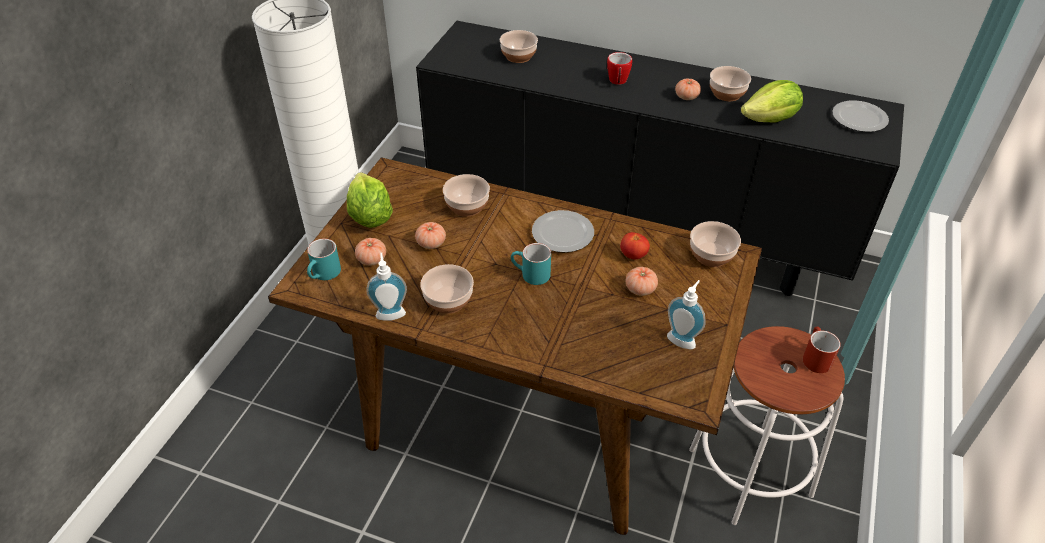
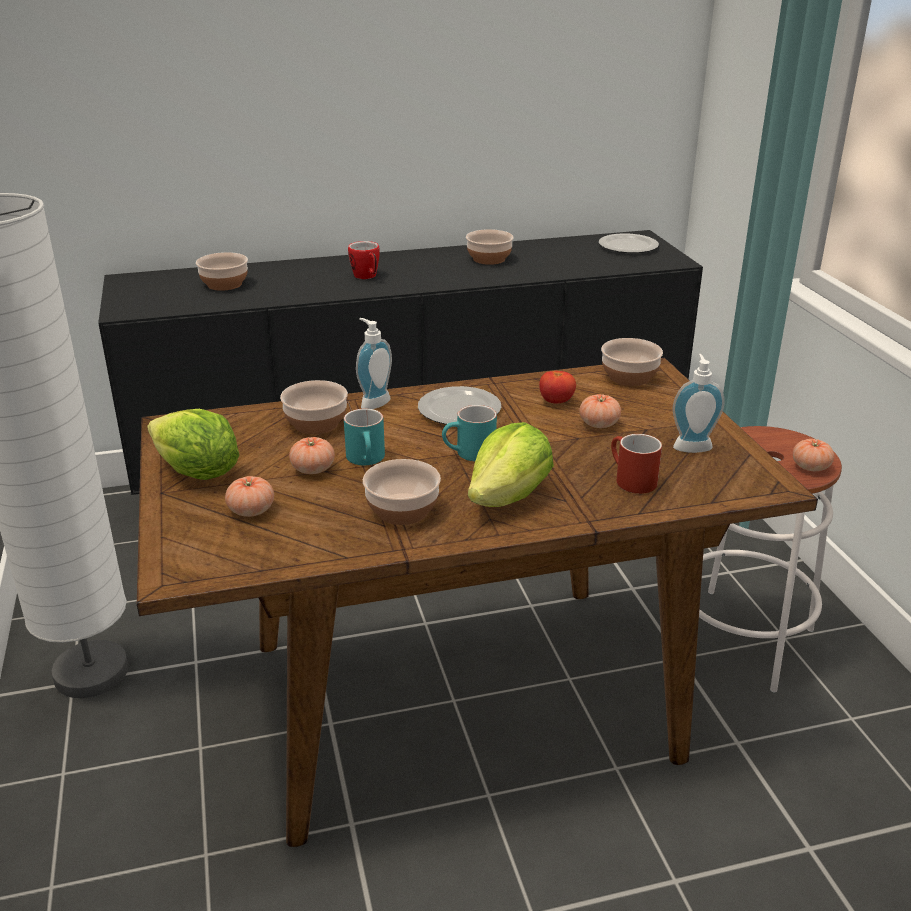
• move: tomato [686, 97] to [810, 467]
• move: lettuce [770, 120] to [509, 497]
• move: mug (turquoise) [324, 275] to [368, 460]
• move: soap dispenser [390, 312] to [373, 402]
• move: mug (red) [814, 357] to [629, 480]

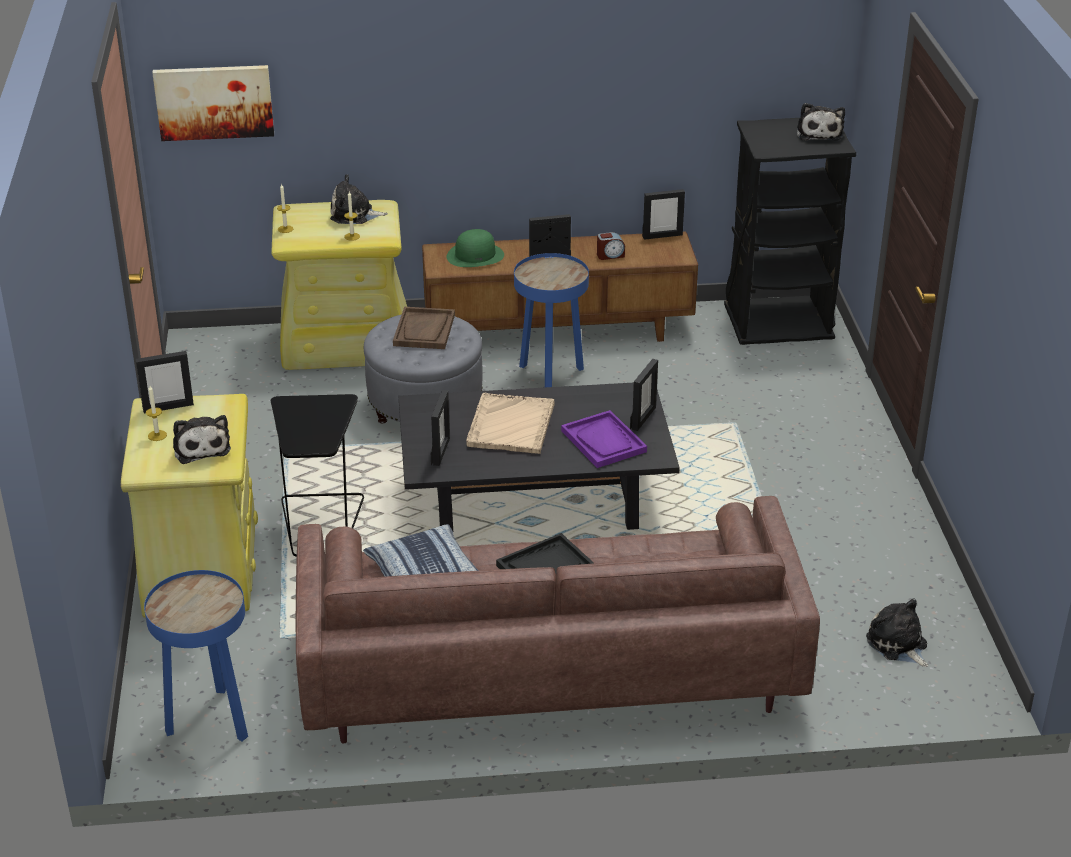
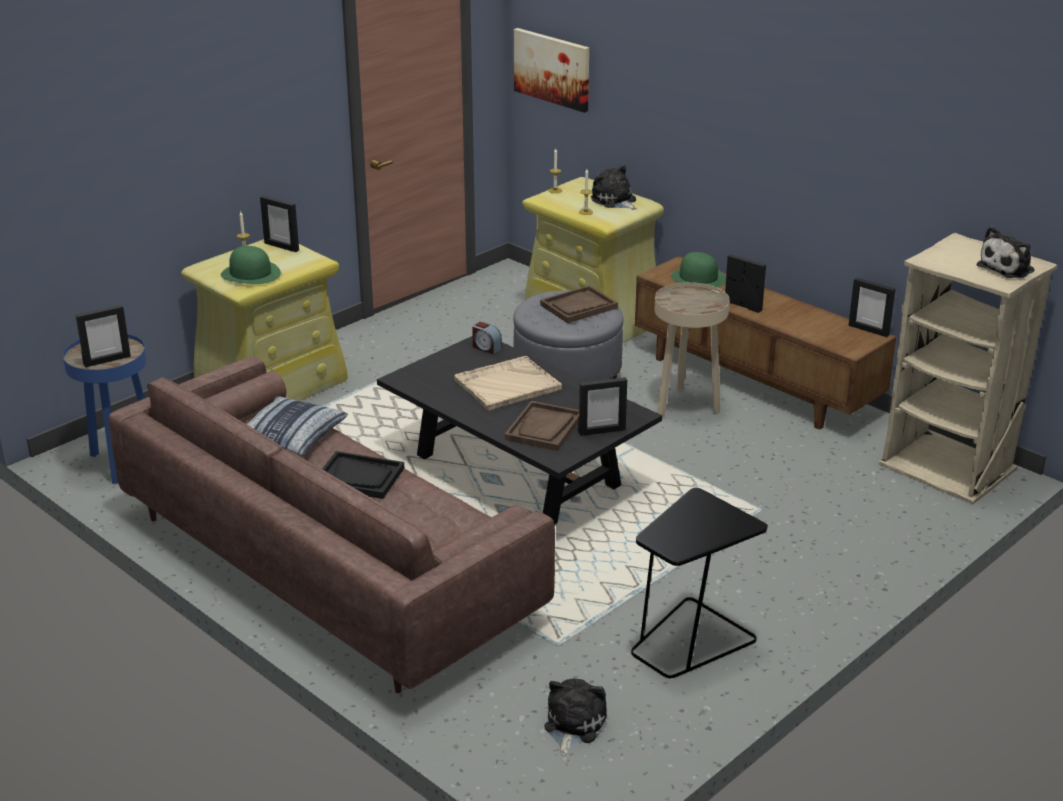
• recolor: bookcase (black) [779, 321] to bookcase (beige) [948, 467]
• move: alarm clock [610, 255] to [486, 347]
• recolor: side table (blue) [550, 377] to side table (beige) [685, 406]
• move: picture frame [440, 451] to [107, 360]
• move: side table (black) [321, 524] to [689, 641]
• recolor: tray (purple) [604, 441] to tray (brown) [544, 428]
• replace: plush toy [201, 447] to hat (green) [251, 274]

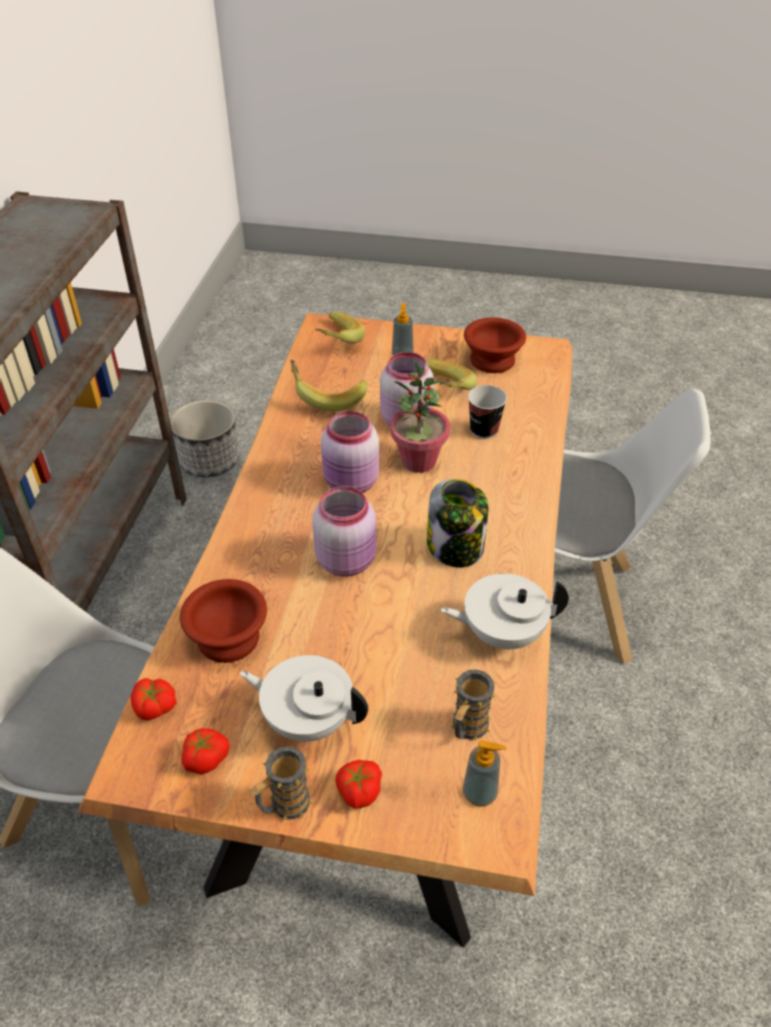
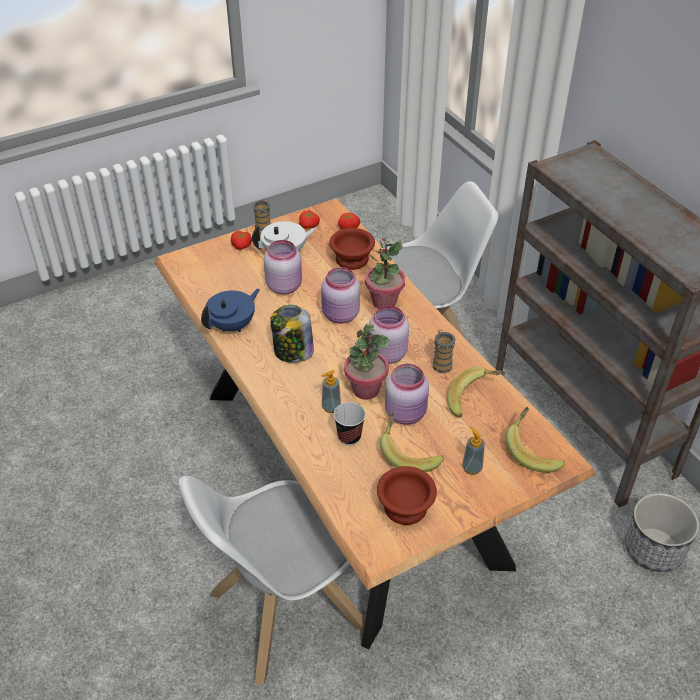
• recolor: teapot (white) [501, 633] to teapot (blue) [233, 325]
• move: mug [467, 729] to [441, 363]
• move: soap dispenser [479, 793] to [331, 407]
• insert: potted plant [384, 302]
• insert: jar (pink) [284, 286]

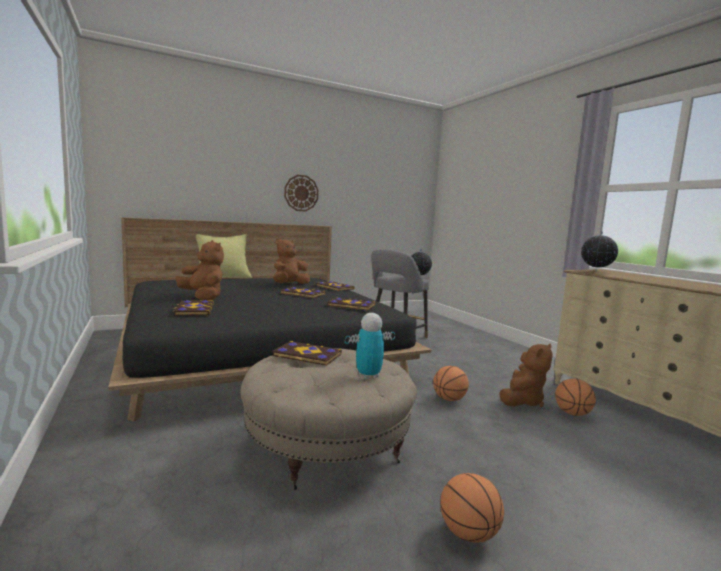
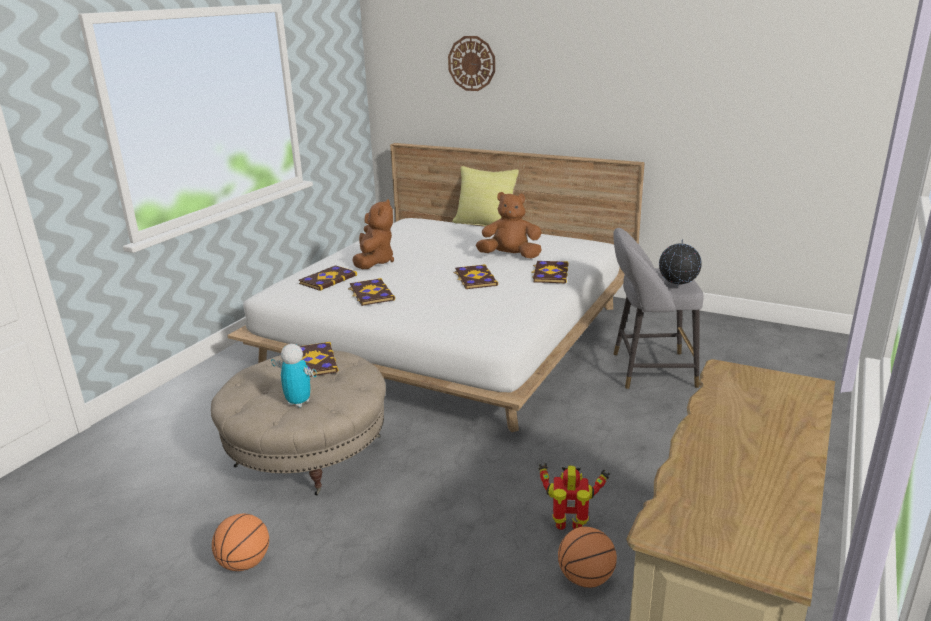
• move: wall clock [301, 193] to [471, 63]
• recolor: bed (black) [259, 353] to bed (white) [448, 334]
• delete: globe [596, 272]
• move: book [351, 306] to [371, 294]
• replace: plush toy (brown) [522, 401] to toy robot [570, 527]
• delete: basketball [449, 399]

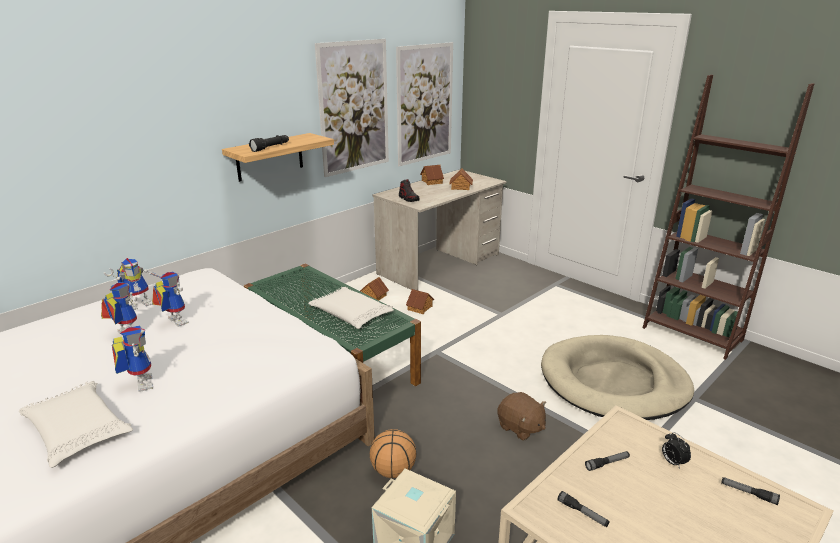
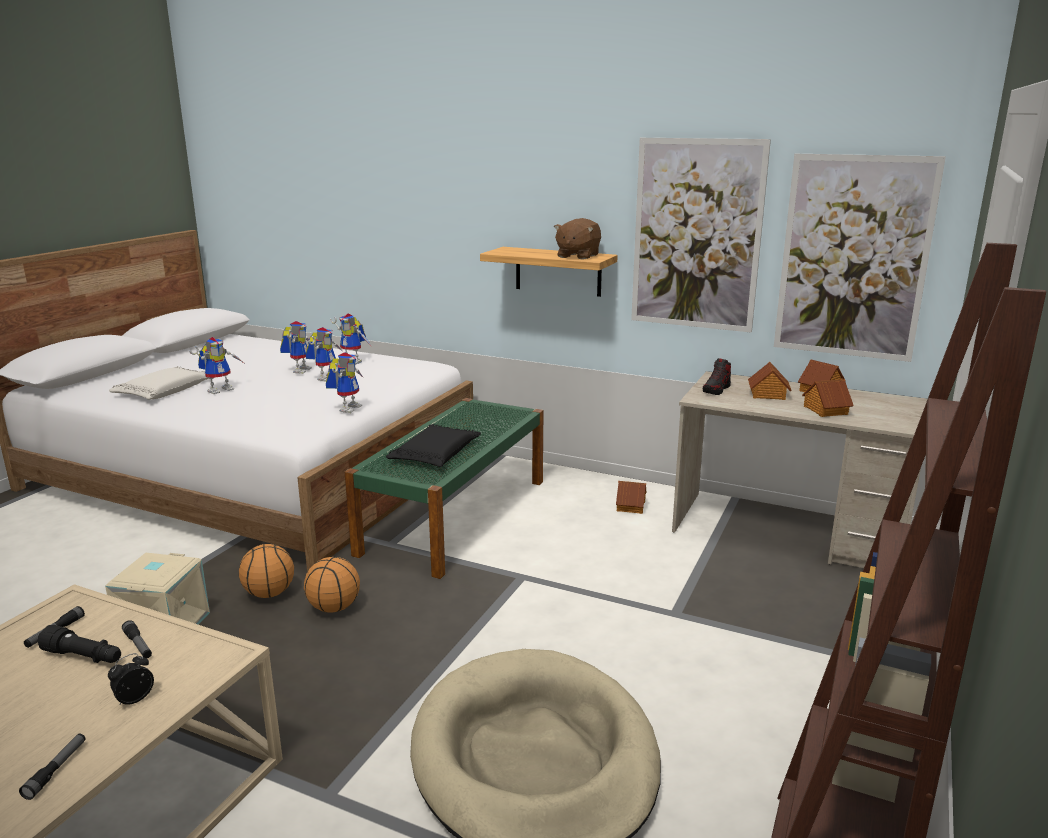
• move: flashlight (black) [271, 148] to [84, 657]
• recolor: pillow (white) [351, 312] to pillow (black) [435, 452]
• move: toy house [420, 308] to [767, 394]
• move: plush toy (brown) [520, 428] to [577, 256]
• insert: toy robot [348, 407]
• insert: basketball [335, 607]

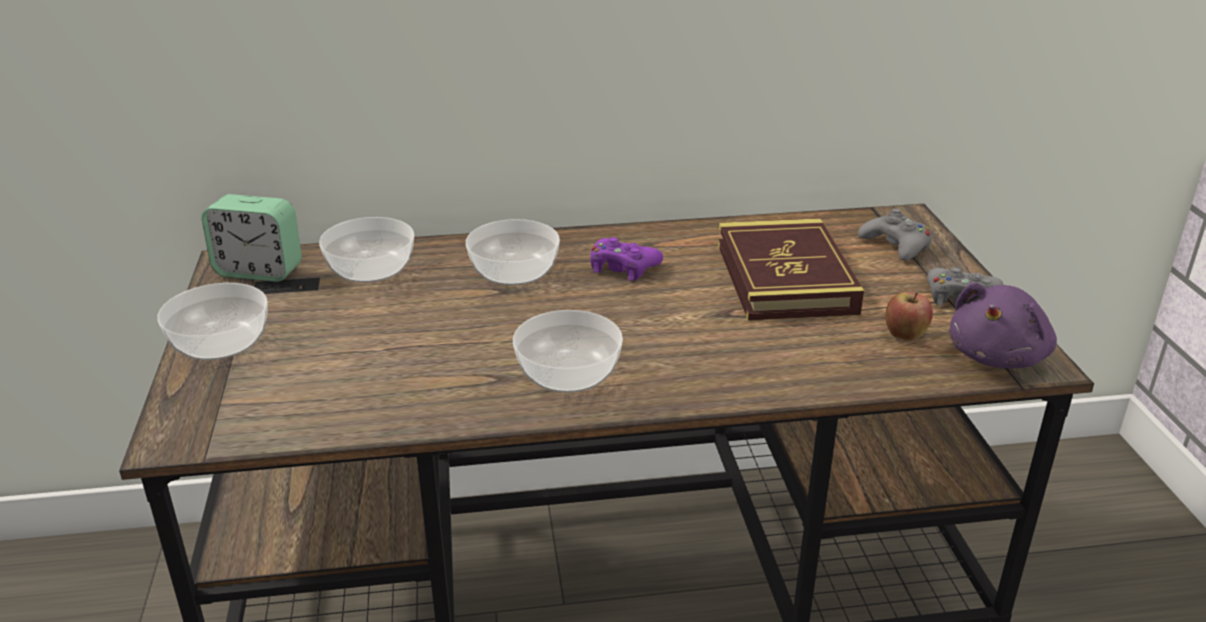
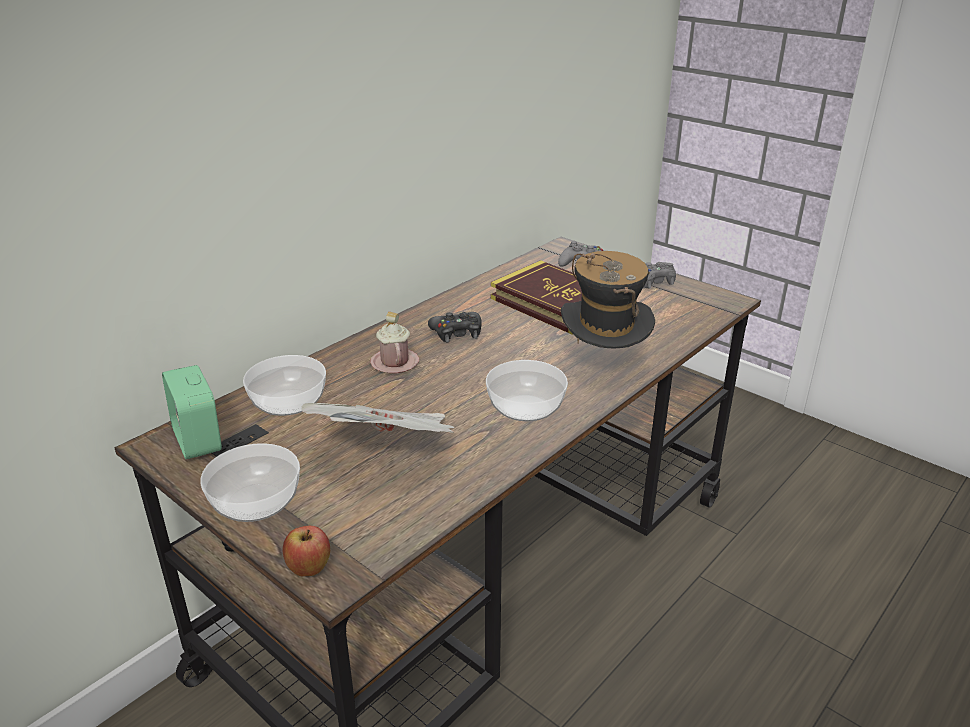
• rotate: alarm clock [259, 271] = [198, 440] 90 degrees clockwise
• replace: bowl [515, 273] to mug (pink) [395, 363]
• recolor: game controller (purple) [622, 267] to game controller (black) [457, 333]
• delete: plush toy (purple) [998, 356]
• move: apple [904, 337] to [309, 570]
• insert: hat [603, 365]
• insert: newspaper [389, 449]

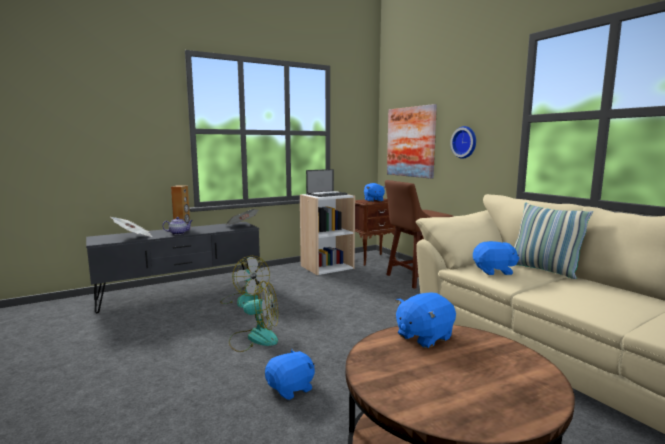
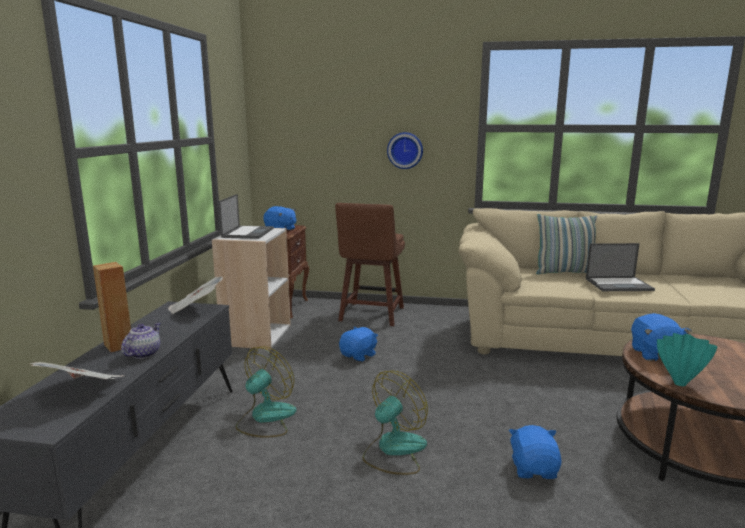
• delete: picture [411, 142]
• move: plush toy (blue) [494, 271] to [359, 355]
• rotate: fan [244, 299] = [265, 418] 60 degrees counterclockwise
• insert: laptop [619, 284]
• insert: vase (turquoise) [681, 383]

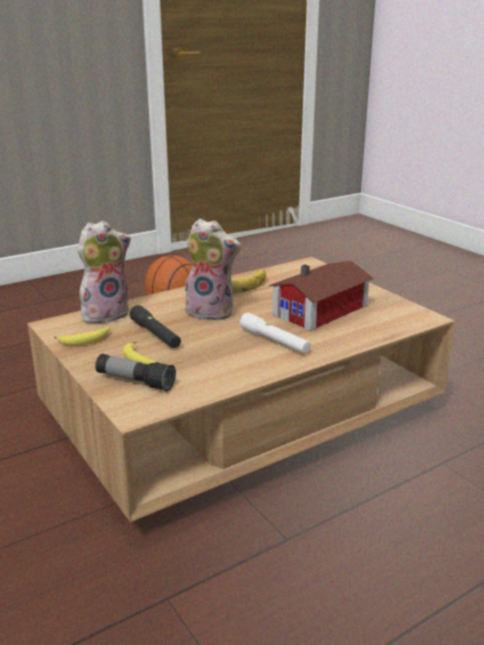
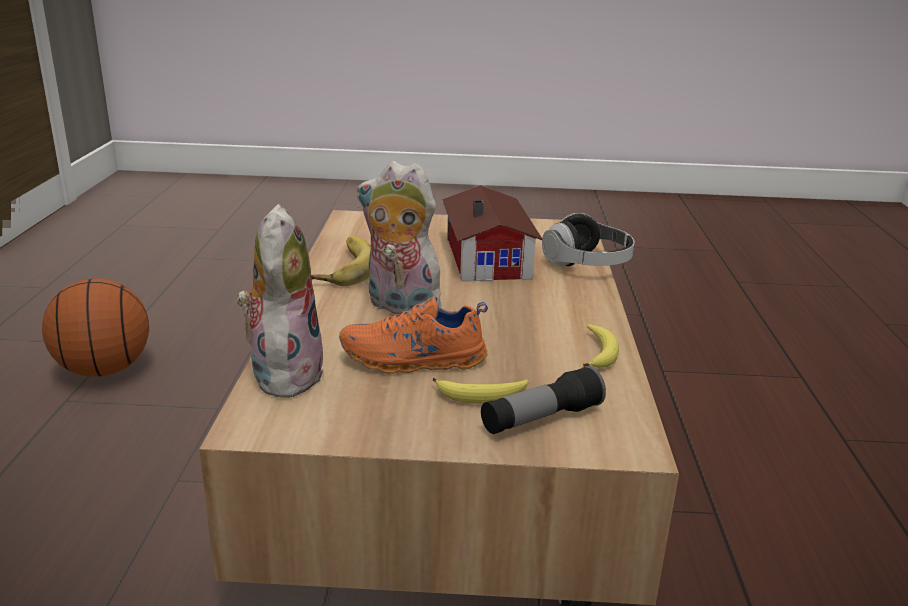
• rotate: plush toy [212, 312] = [399, 307] 120 degrees counterclockwise
• replace: flashlight (black) [155, 334] to shoe (orange) [413, 361]
• delete: flashlight (white) [274, 341]
• move: banana [85, 340] to [599, 353]
• insert: headphones [587, 264]

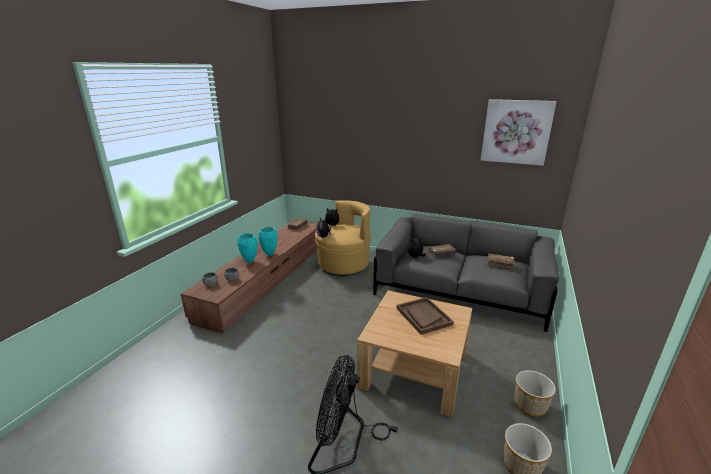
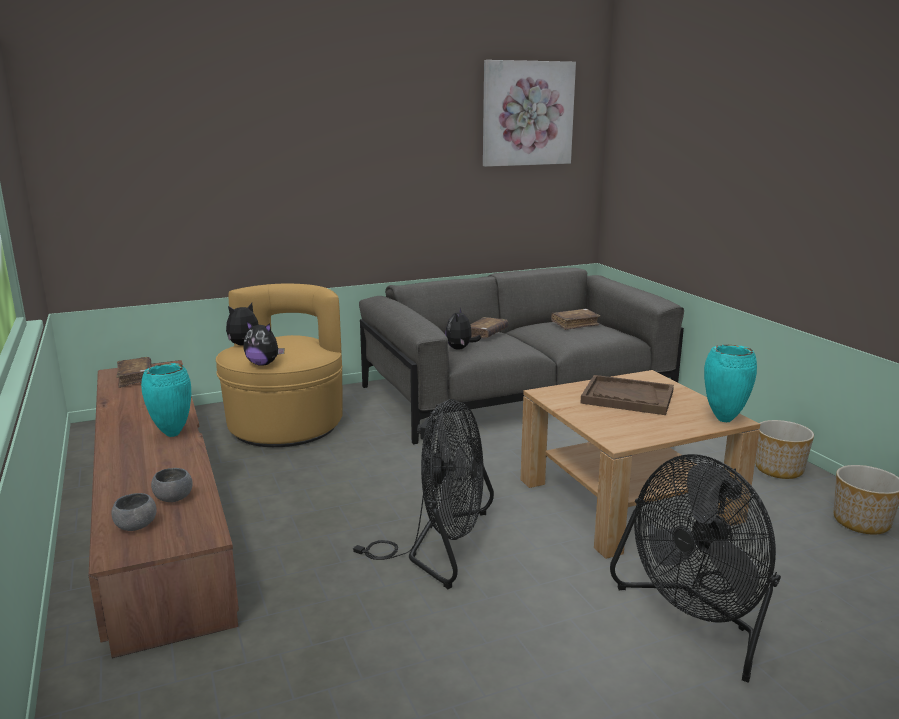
• move: vase (turquoise) [250, 261] to [723, 419]
• insert: fan (black) [438, 546]

